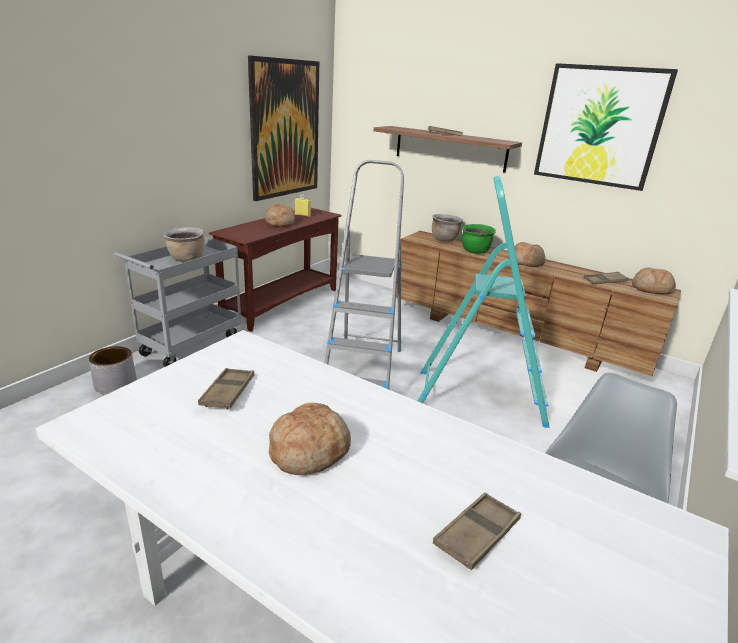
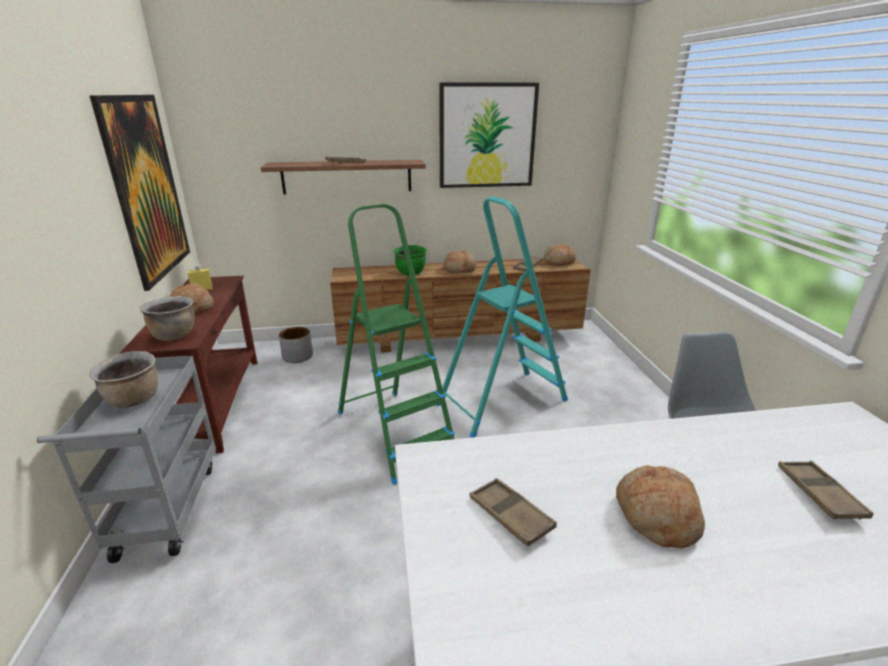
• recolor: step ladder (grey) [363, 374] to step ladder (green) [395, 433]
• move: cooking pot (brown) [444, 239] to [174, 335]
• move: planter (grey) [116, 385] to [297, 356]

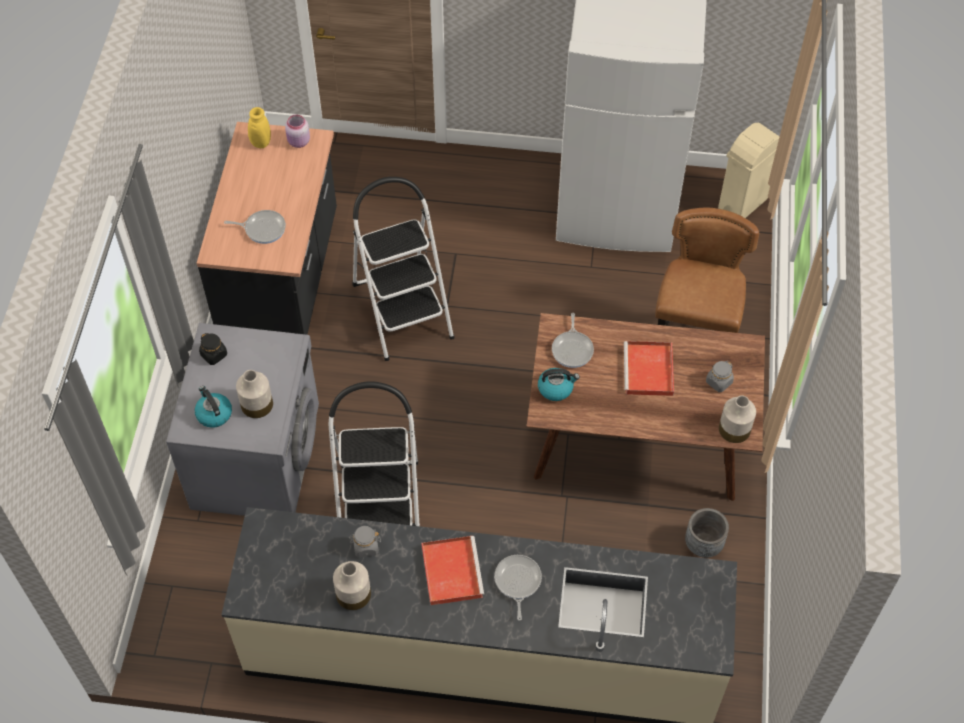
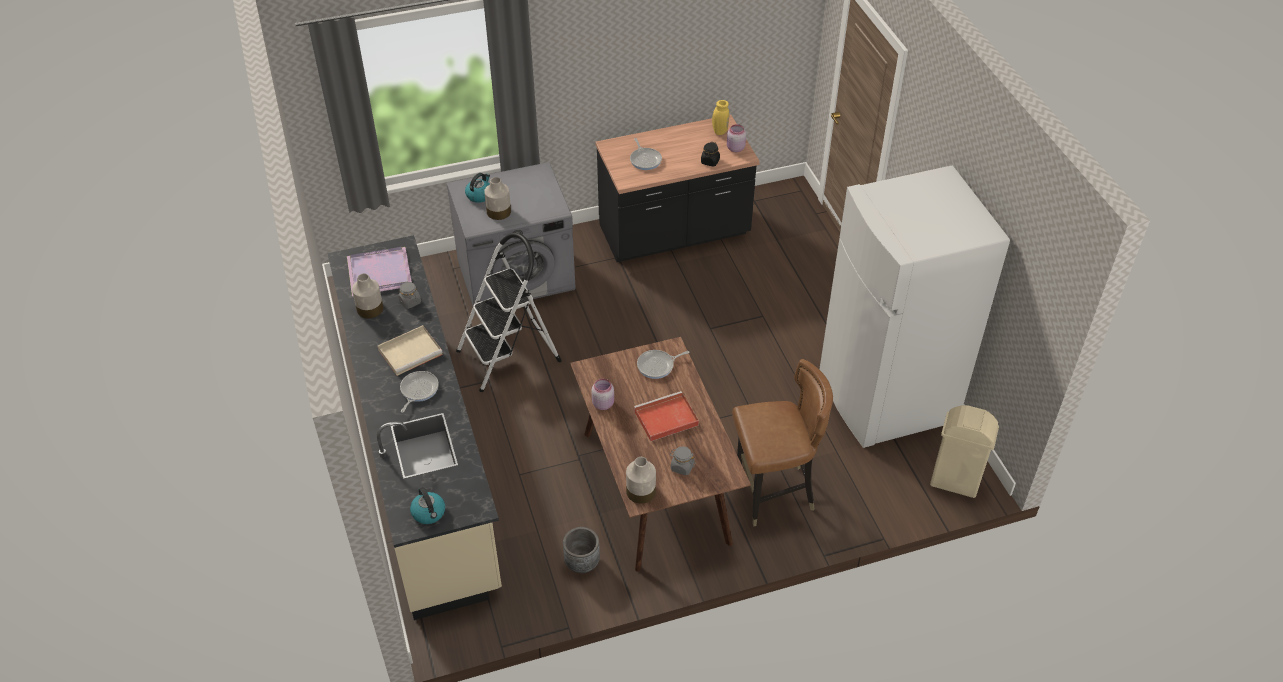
• delete: step ladder [402, 308]
• move: jar (black) [214, 355] to [710, 161]
• move: kettle [556, 388] to [429, 513]
• recolor: tray (red) [451, 570] to tray (beige) [411, 351]
• rotate: frying pan [517, 582] = [418, 390] 45 degrees counterclockwise
• insert: tray (purple) [380, 272]
• insert: jar (pink) [603, 403]

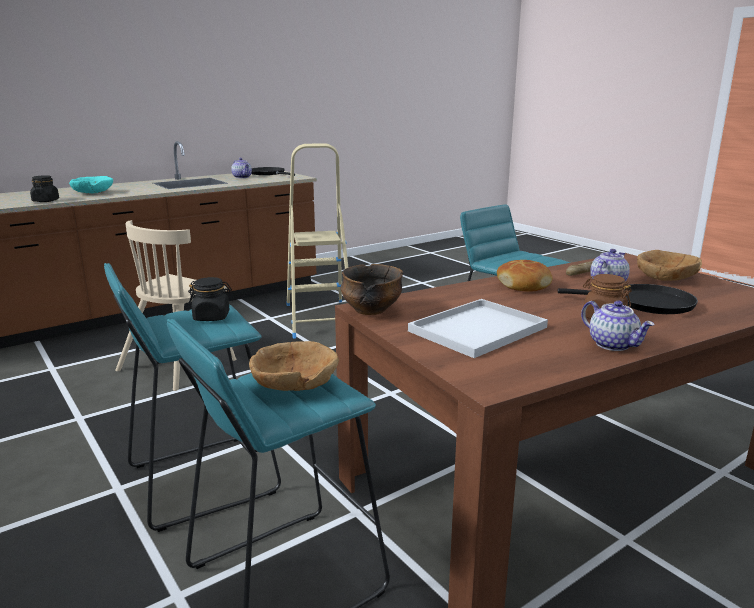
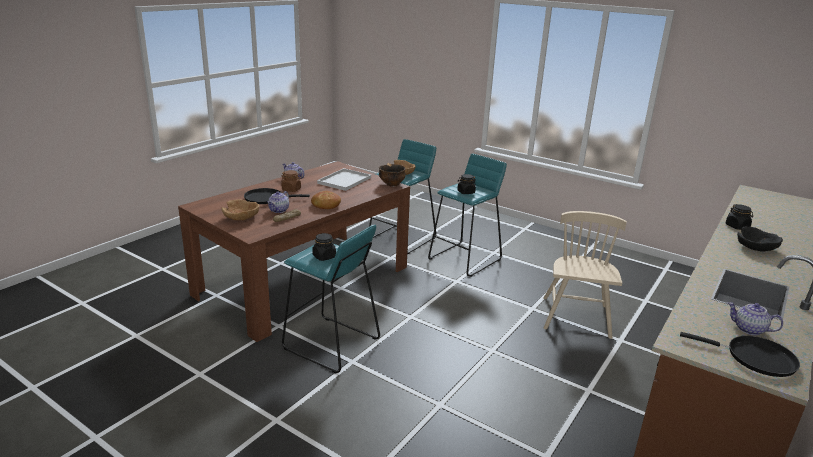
• delete: step ladder (beige) [318, 317]
• recolor: bowl (turquoise) [92, 193] to bowl (black) [756, 248]
• insert: jar (black) [324, 256]

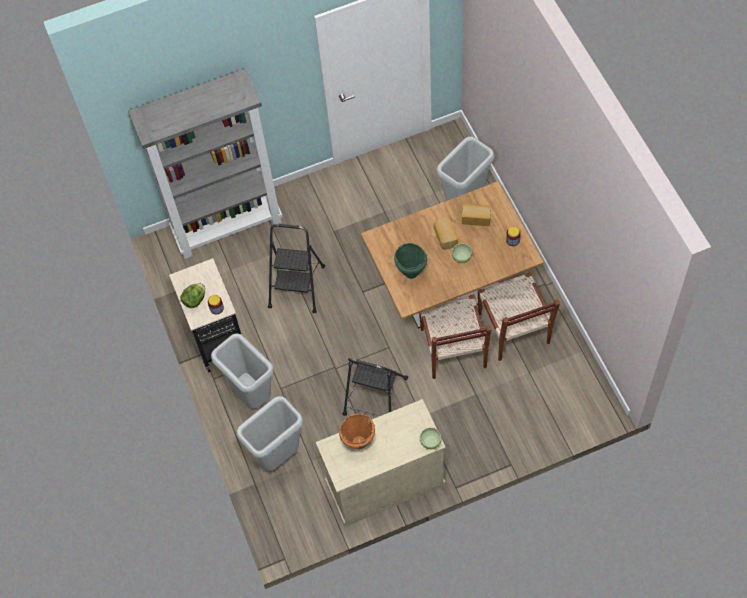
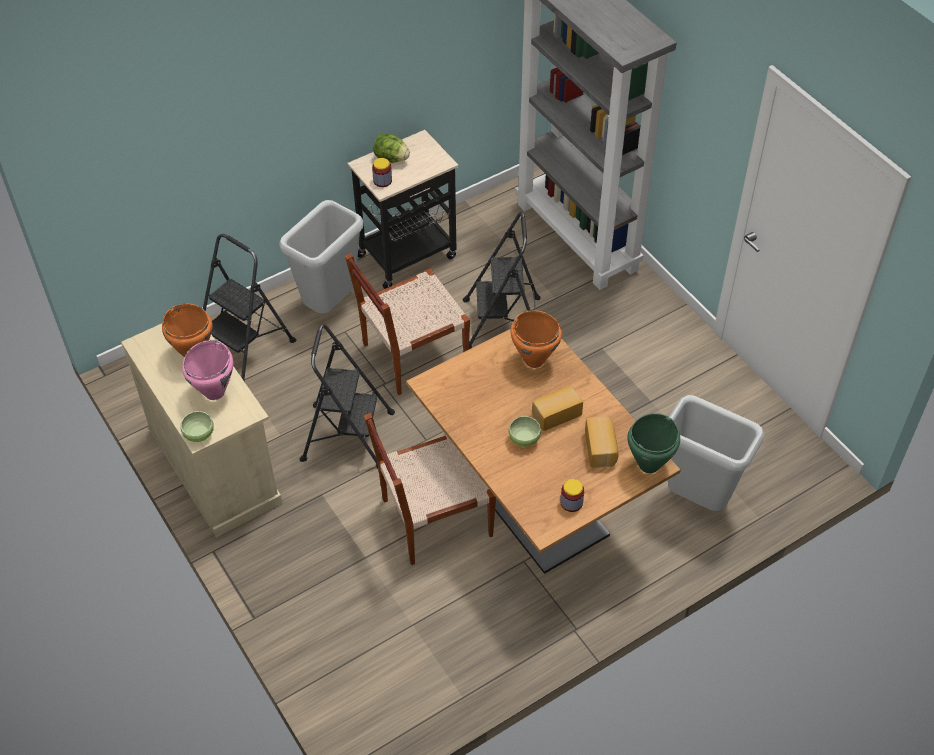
• move: cooking pot (green) [411, 273] to [648, 465]
• move: chair [514, 330] to [412, 355]
• replace: trash can (grey) [278, 456] to step ladder (black) [246, 345]
• insert: cooking pot (orange) [534, 360]
• insert: cooking pot (pink) [215, 392]

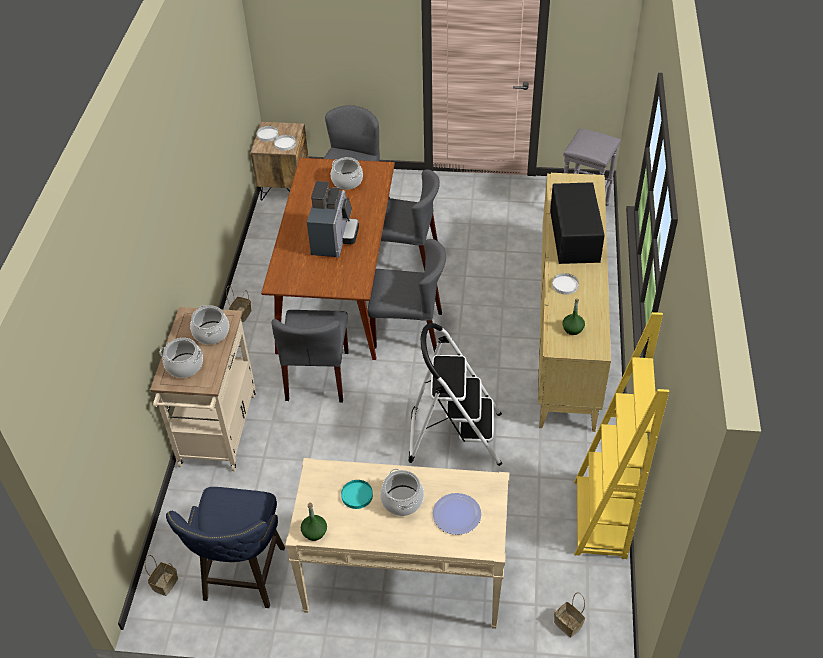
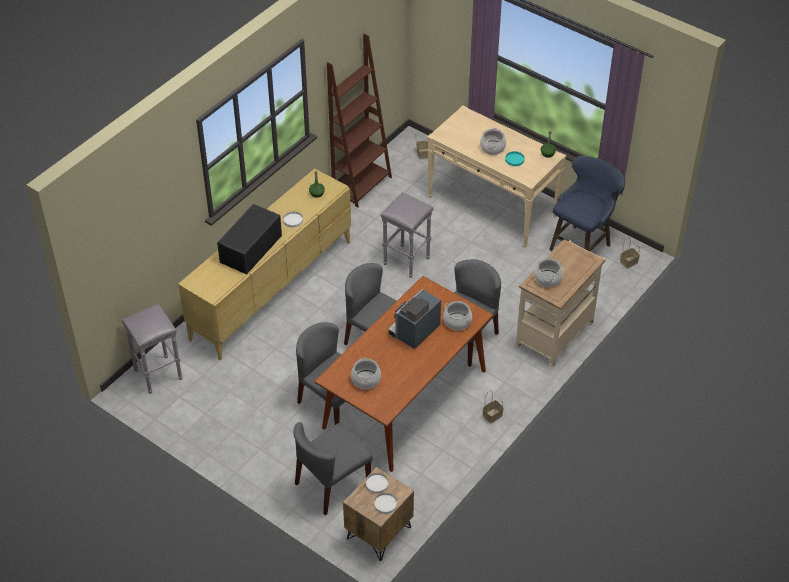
• recolor: bookcase (yellow) [600, 519] to bookcase (brown) [362, 185]
• replace: step ladder [452, 437] to stool (grey) [406, 261]
• move: cooking pot [184, 366] to [457, 321]
• delete: plate [457, 514]

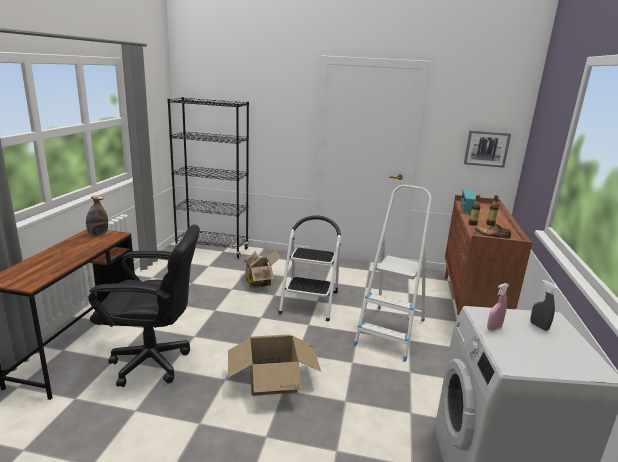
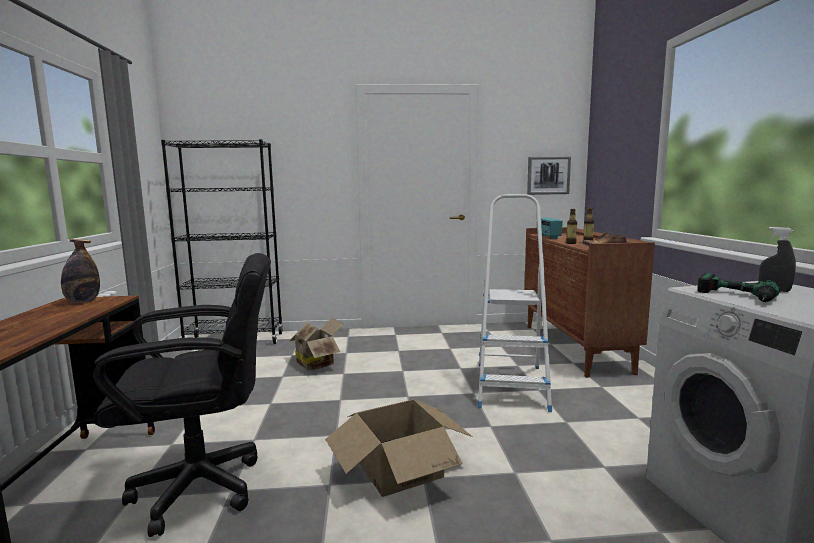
• delete: step ladder [310, 301]
• replace: spray bottle (pink) [494, 328] to power drill [734, 297]

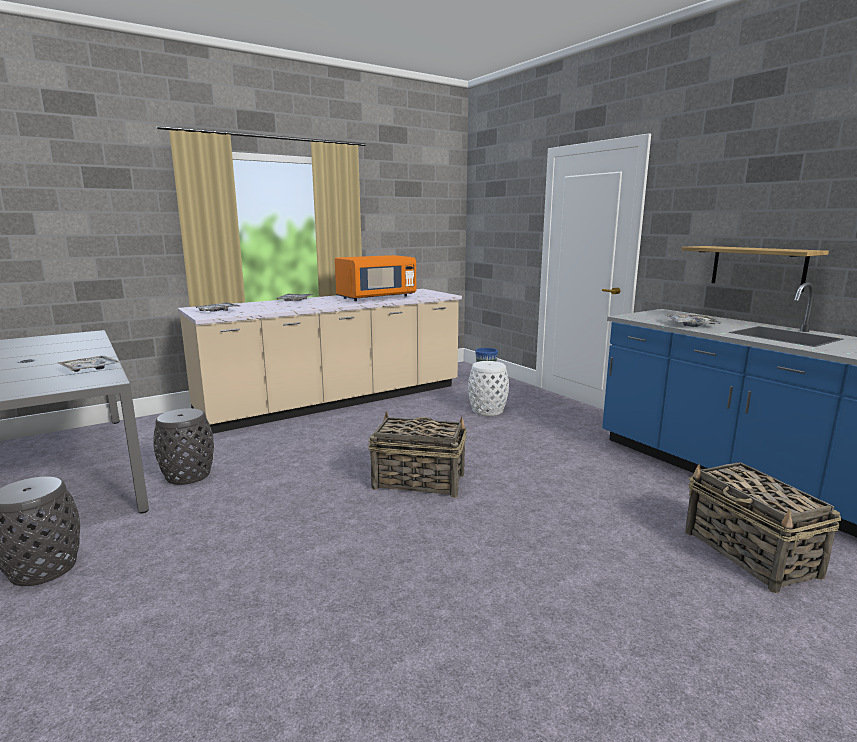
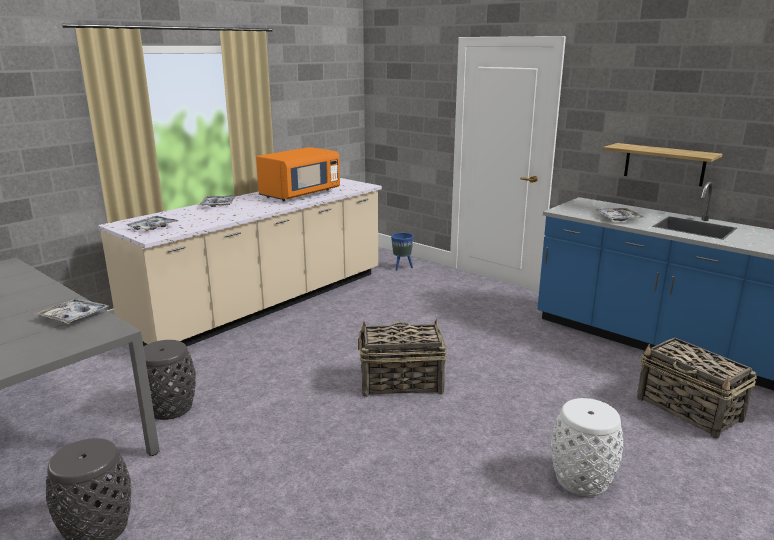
• move: stool (white) [487, 411] to [581, 479]

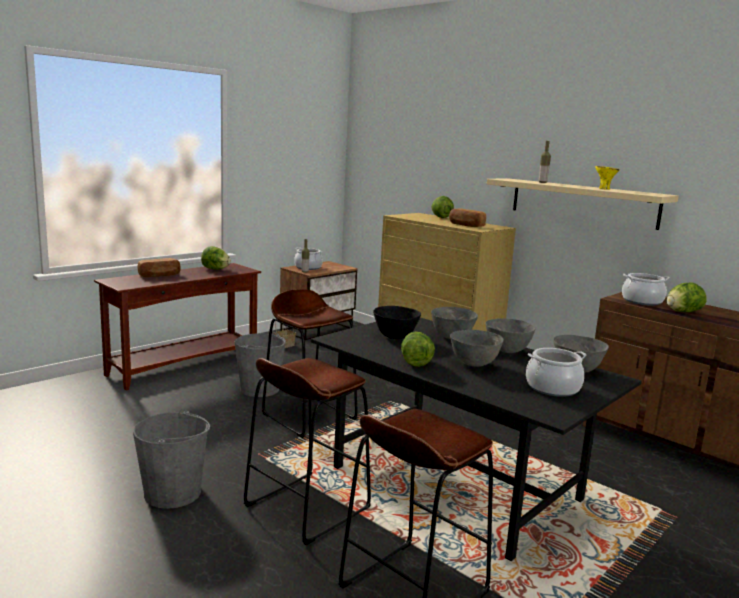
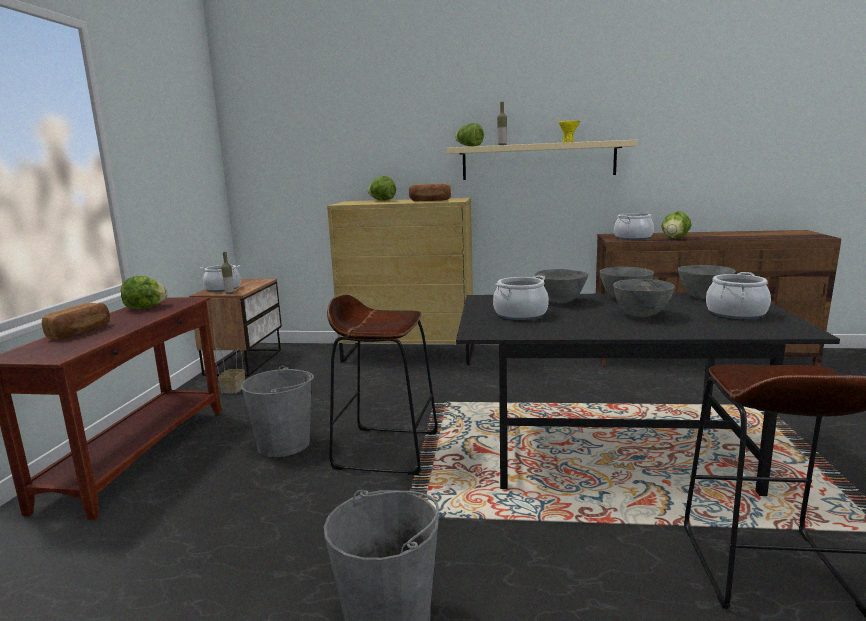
• replace: bowl (black) [395, 337] to cooking pot [520, 314]
• move: lettuce [415, 361] to [469, 146]
• delete: stool (brown) [306, 507]

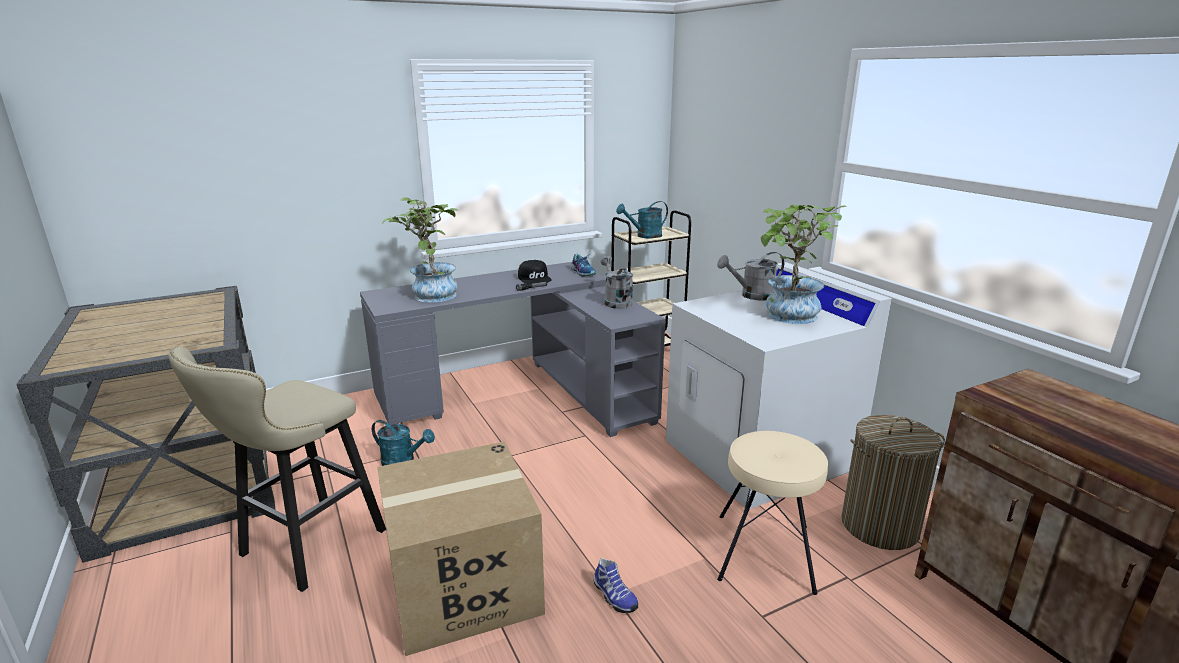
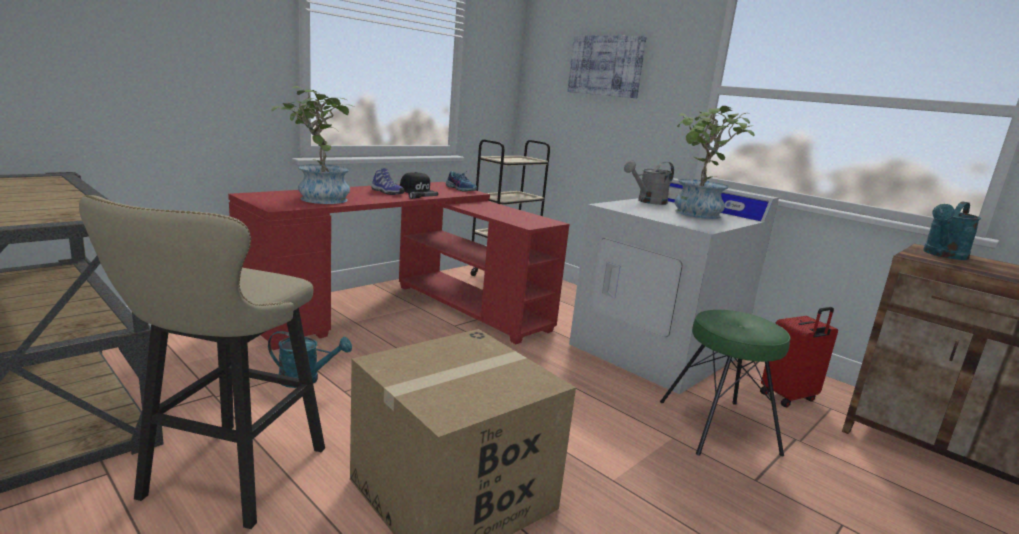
• move: watering can (turquoise) [644, 236] to [943, 255]
• delete: watering can (grey) [616, 301]
• recolor: desk (grey) [523, 393] to desk (red) [404, 311]
• replace: laundry basket [879, 526] to suitcase (red) [789, 397]
• recolor: stool (beige) [765, 552] to stool (green) [718, 426]
• move: shoe [613, 596] to [386, 192]
• insert: picture [605, 66]

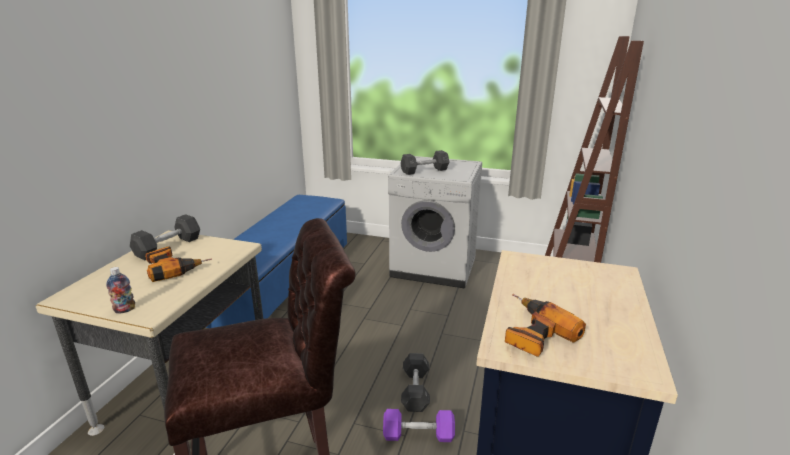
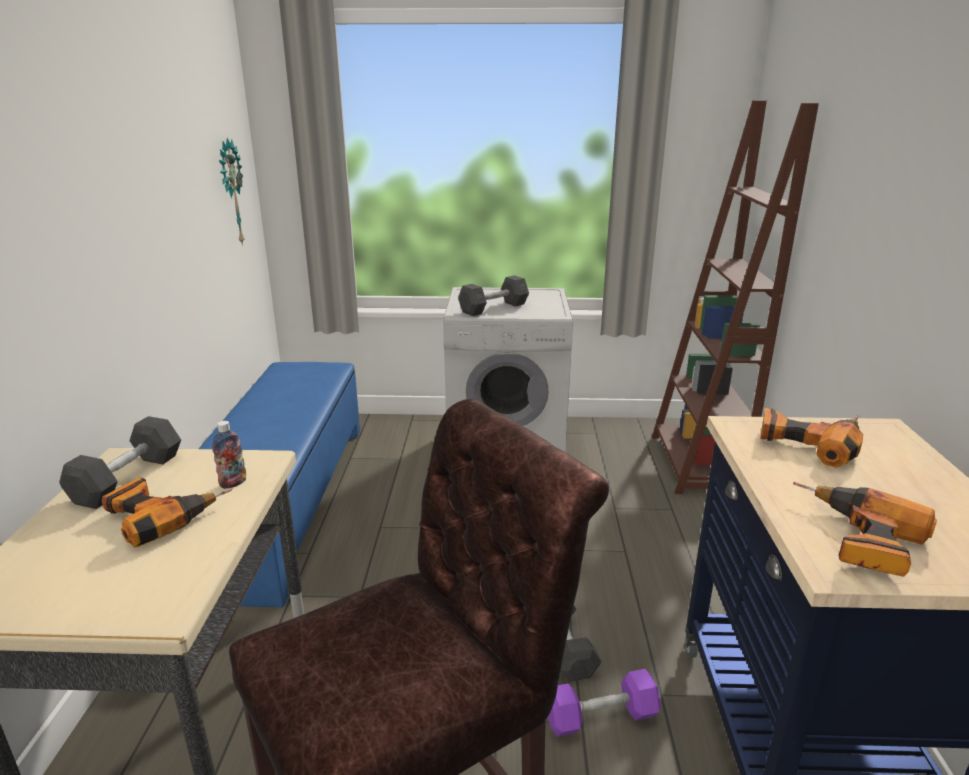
• move: bottle [125, 310] to [233, 483]
• insert: wall clock [230, 193]
• insert: power drill [808, 442]

